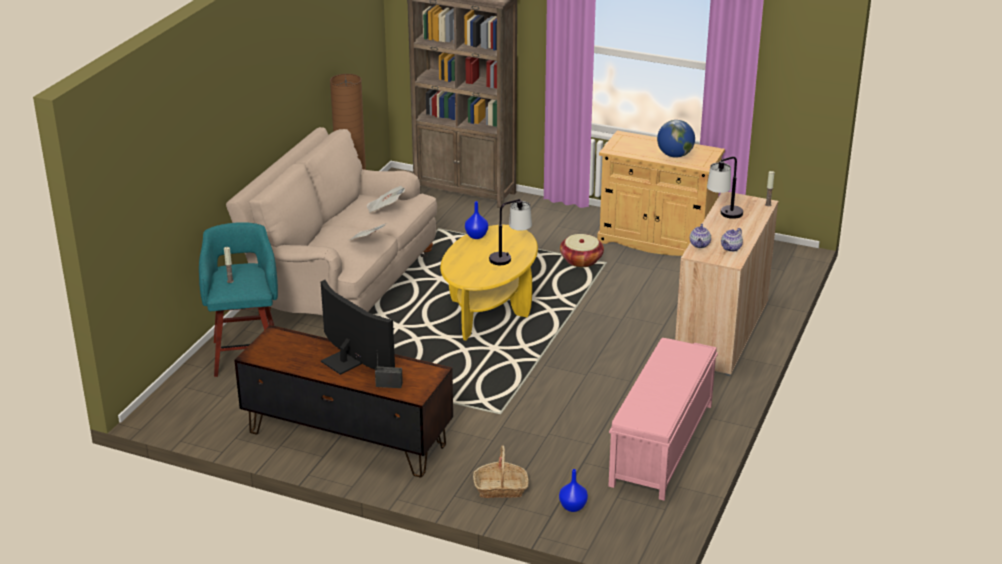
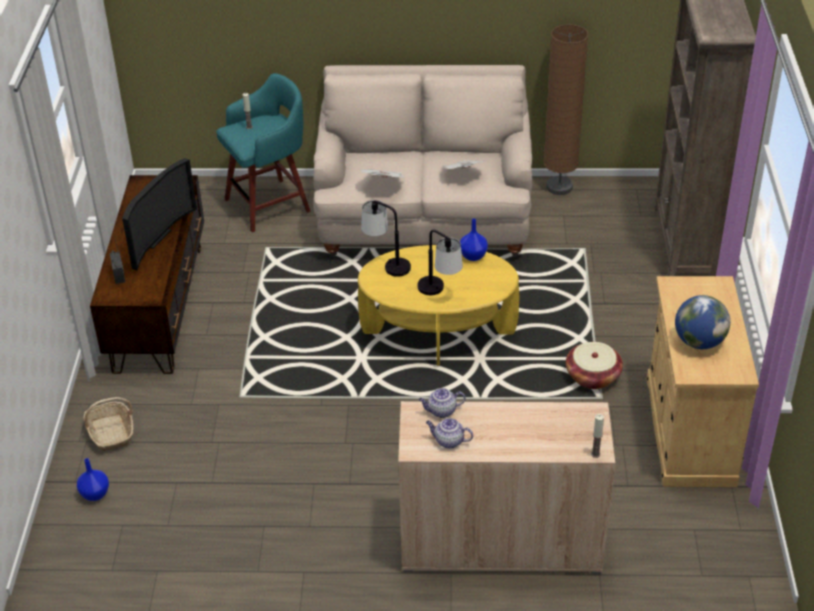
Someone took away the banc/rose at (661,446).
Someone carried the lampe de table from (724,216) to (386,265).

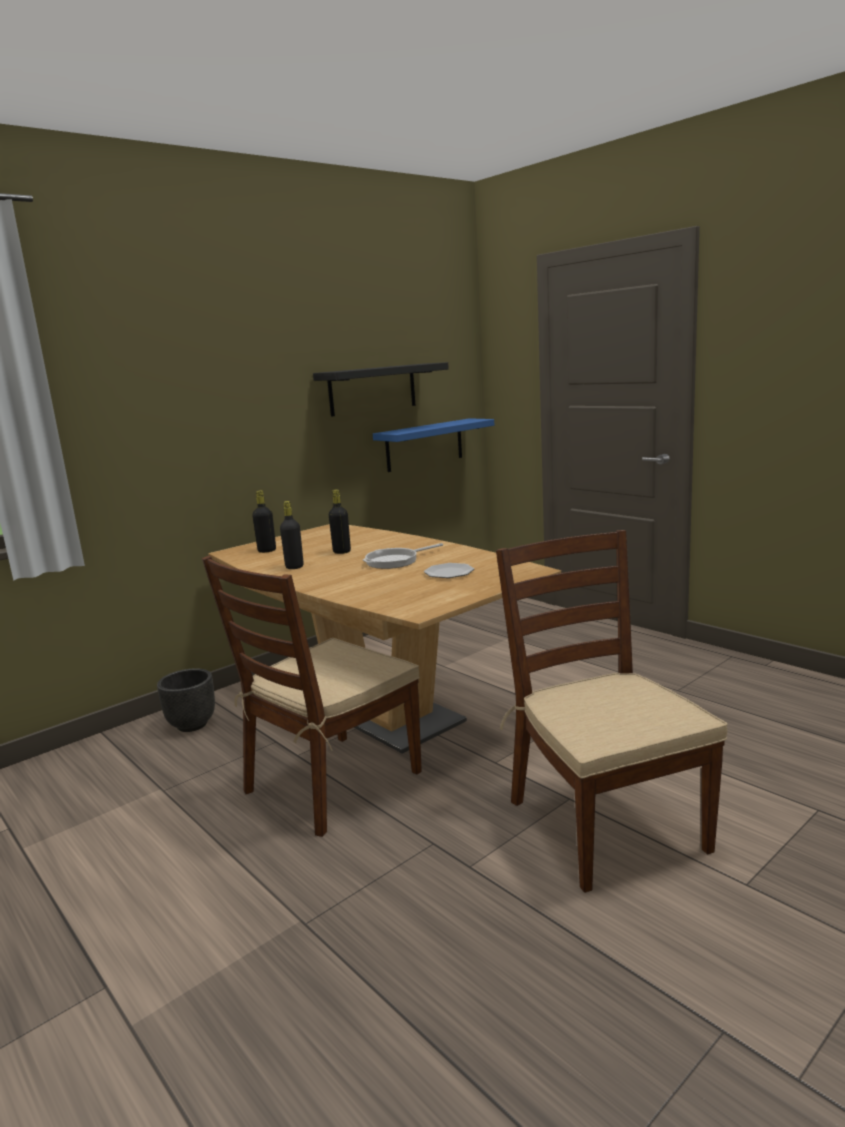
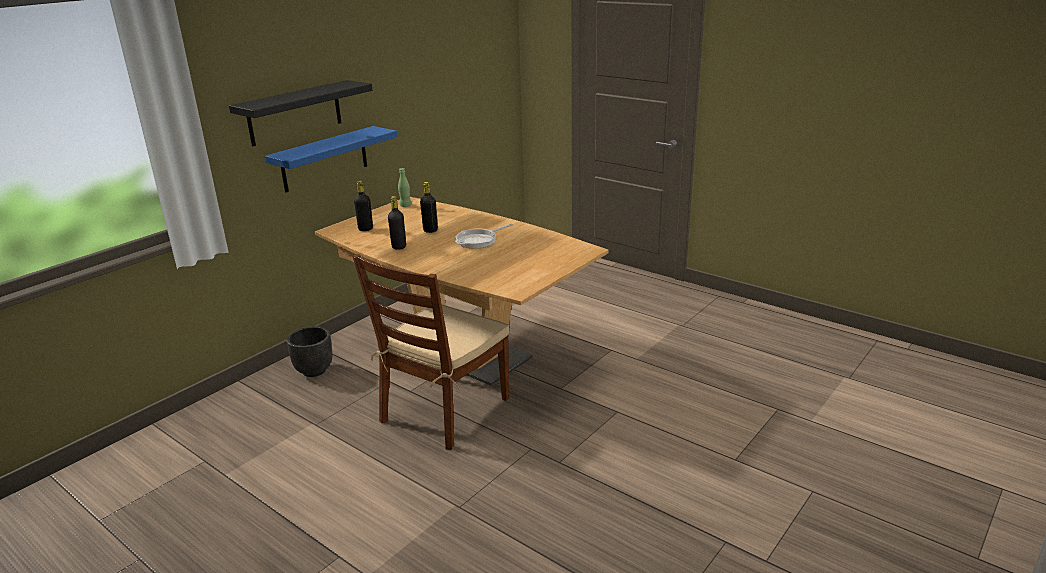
Someone carried the étagère/noir from (372,389) to (295,113).
Someone carried the étagère/bleu from (424,445) to (324,159).
Someone took away the assiette at (448,573).
Someone took away the chaise/marron at (604,824).
Someone put down the bouteille/vert at (405,205).

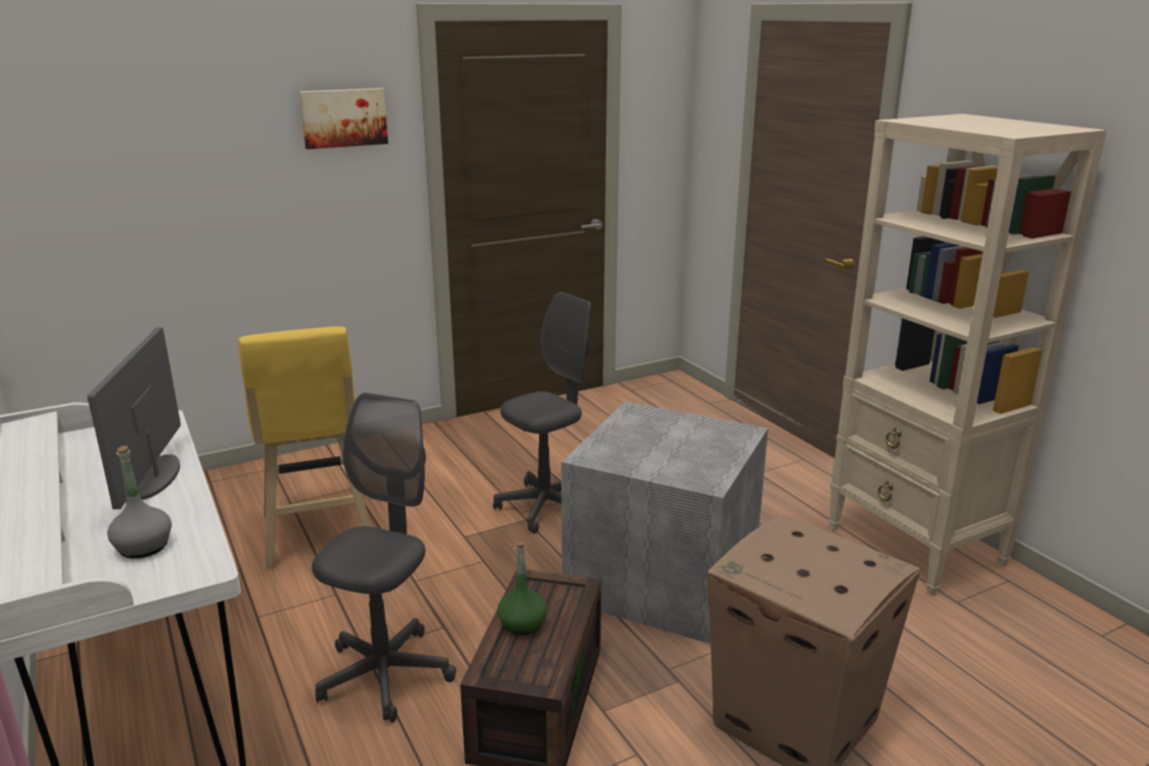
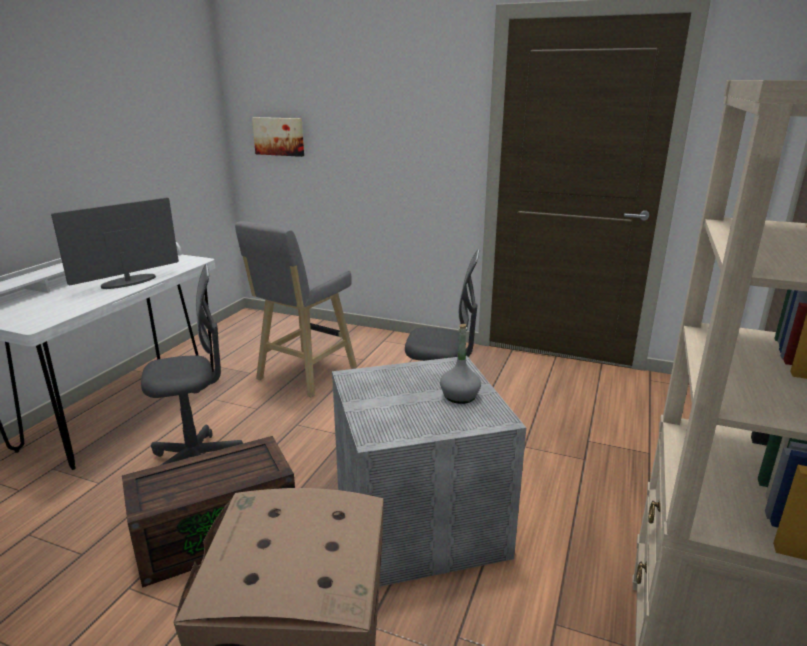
Someone carried the bouteille/gris from (143,547) to (459,396).
Someone repainted the tabouret/jaune at (318,536), which became the tabouret/gris at (304,375).
Someone carried the tableau from (343,117) to (279,136).
Someone took away the bouteille/vert at (522,624).

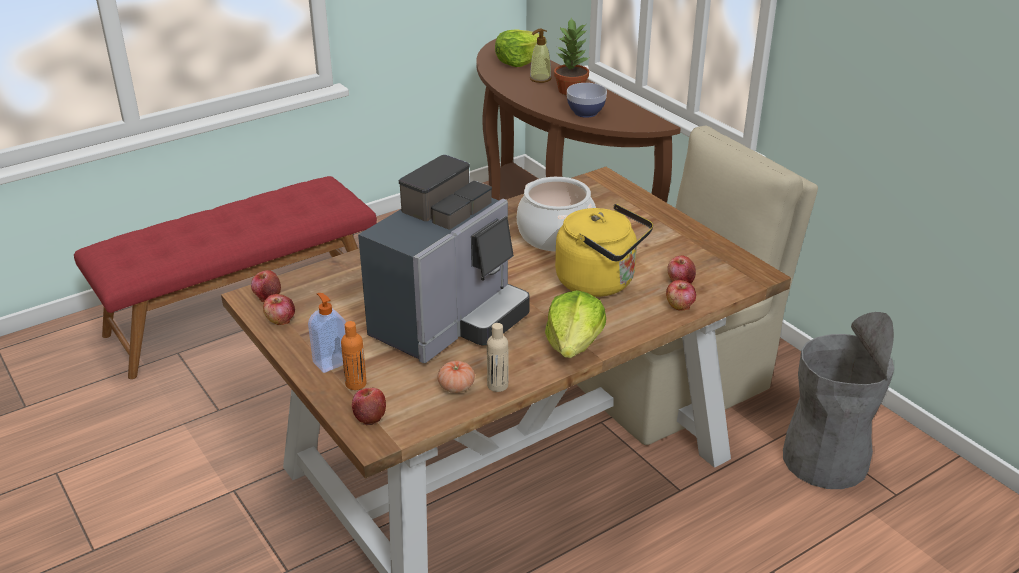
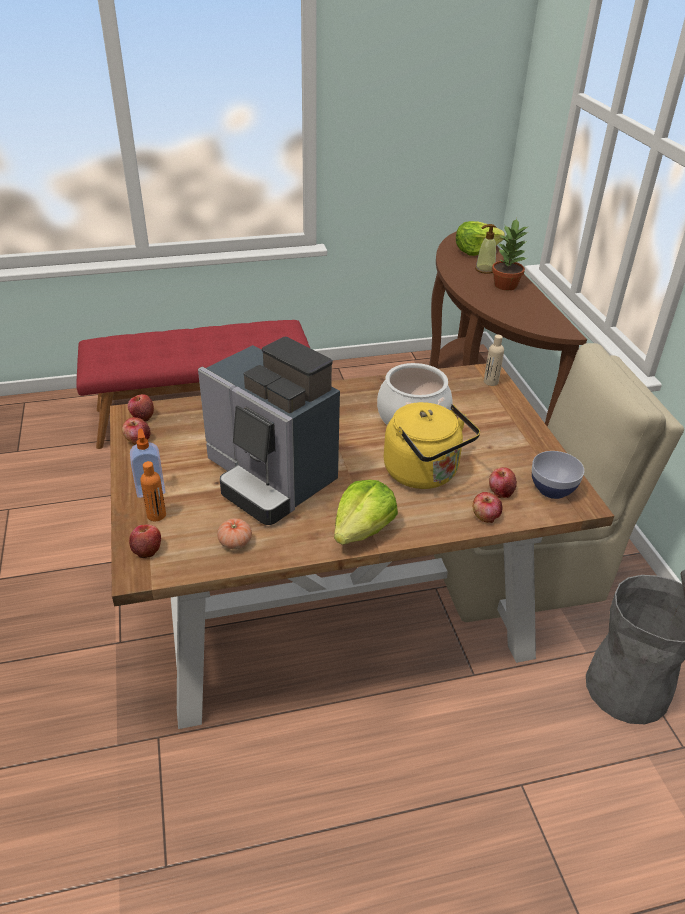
Someone rotated the machine à café at (450,322) by 75 degrees clockwise.
Someone carried the bouteille/beige from (497,385) to (491,382).
Someone carried the bol from (585,112) to (552,489).

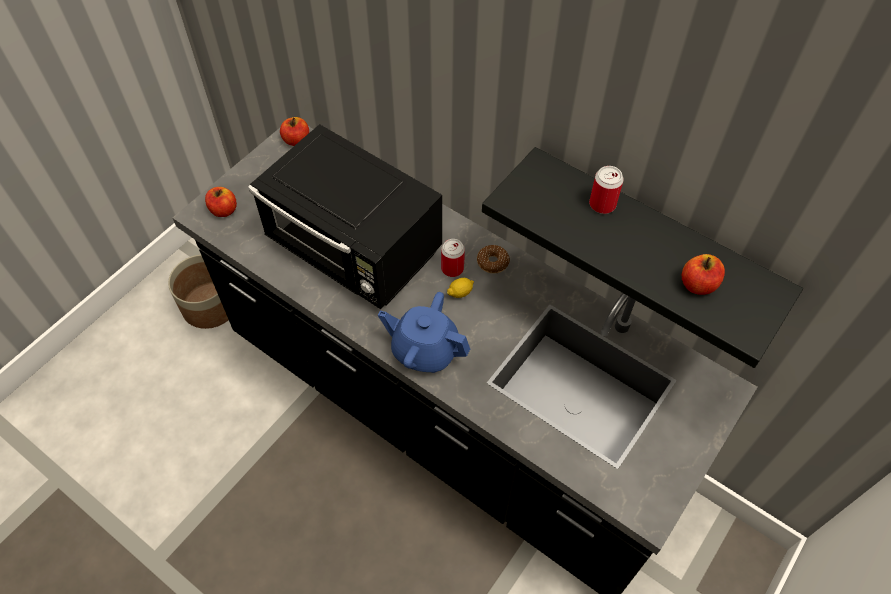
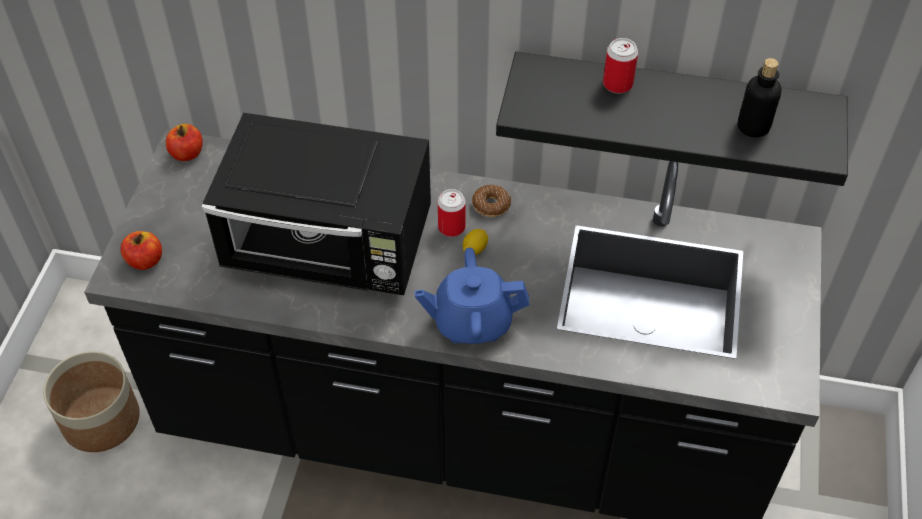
Someone swapped the pomme at (698,284) for the bouteille at (753,127).

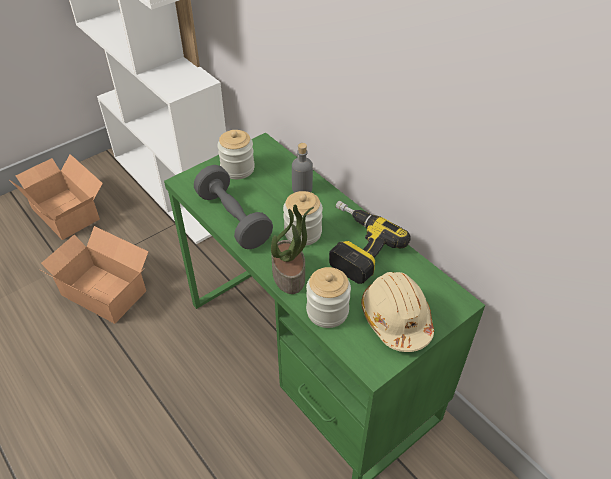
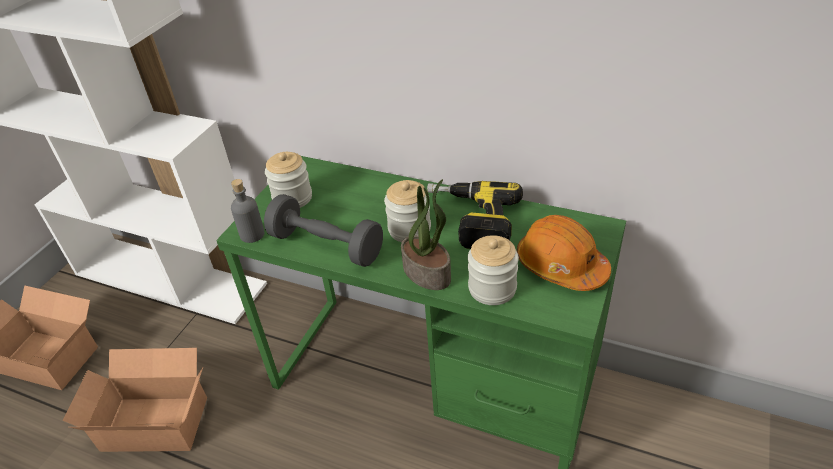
Someone carried the bouteille/gris from (302,189) to (252,234).
Someone repainted the casque de chantier/beige at (396,318), which became the casque de chantier/orange at (560,266).

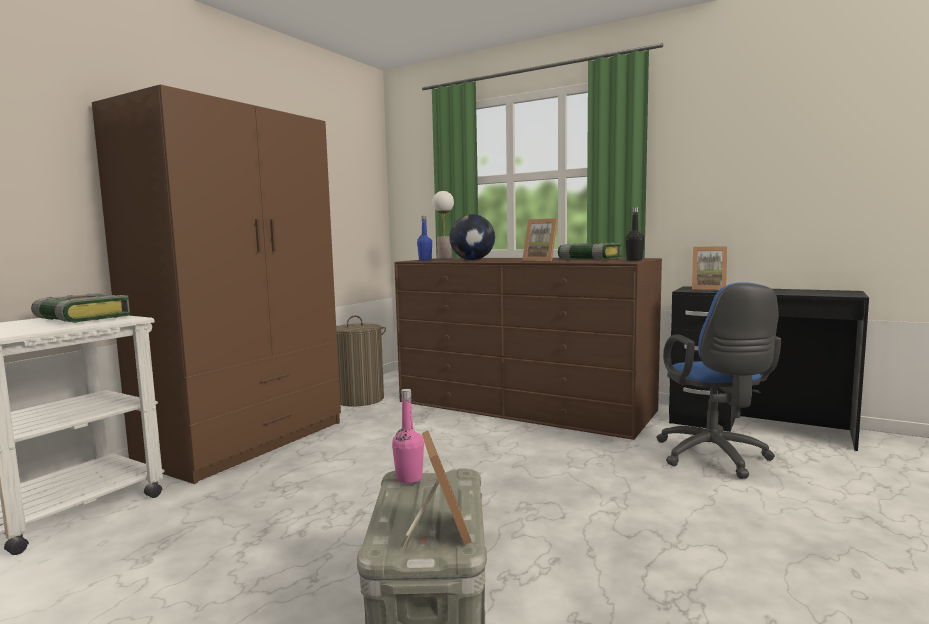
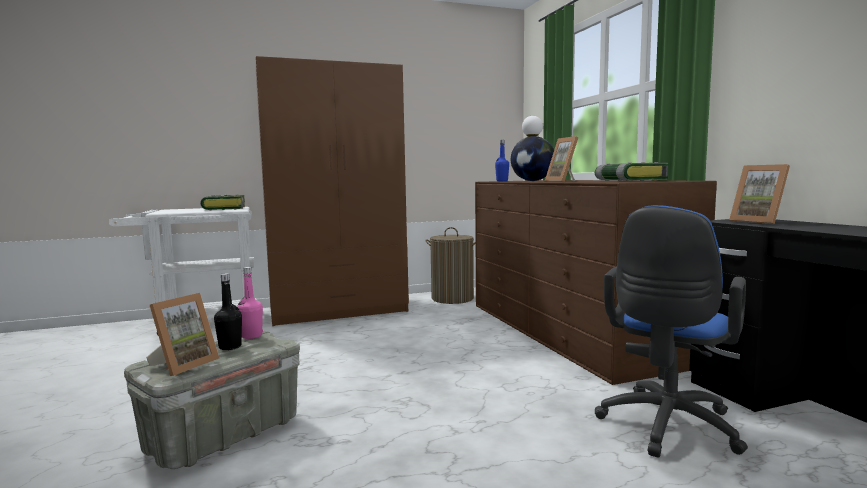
Someone carried the bouteille/noir from (634,260) to (230,347).

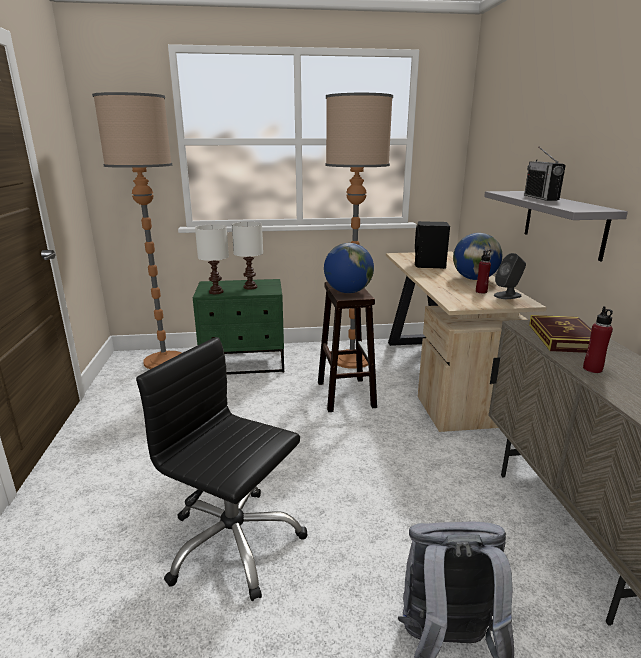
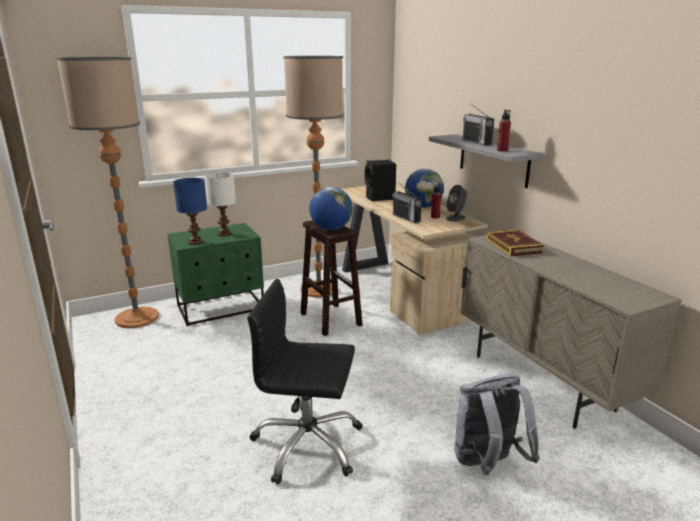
Someone repainted the lampe de table/blanc at (215,292), which became the lampe de table/bleu at (195,242).
Someone carried the bouteille/rouge from (592,369) to (502,150).
Someone put down the radio at (406,218).

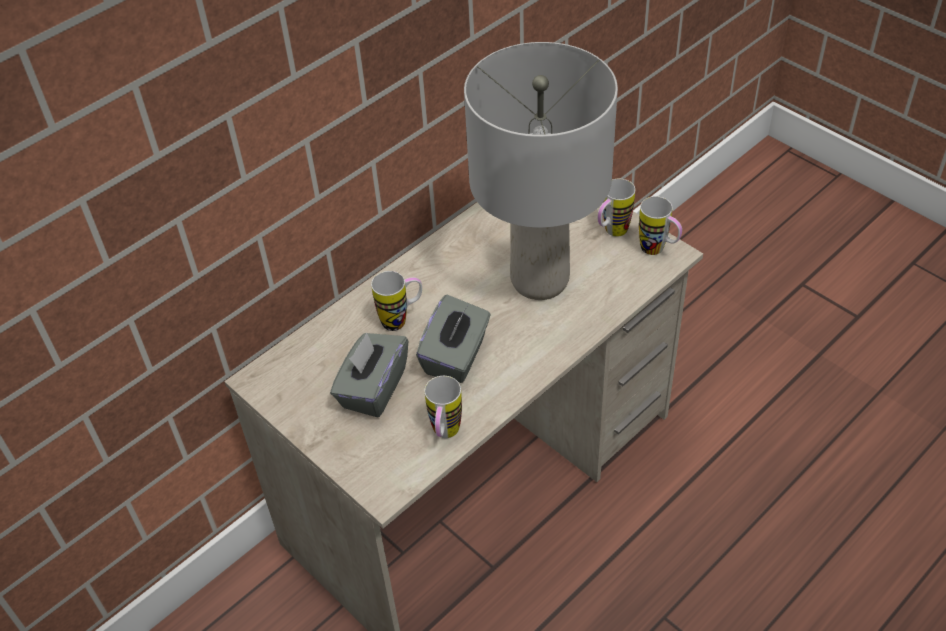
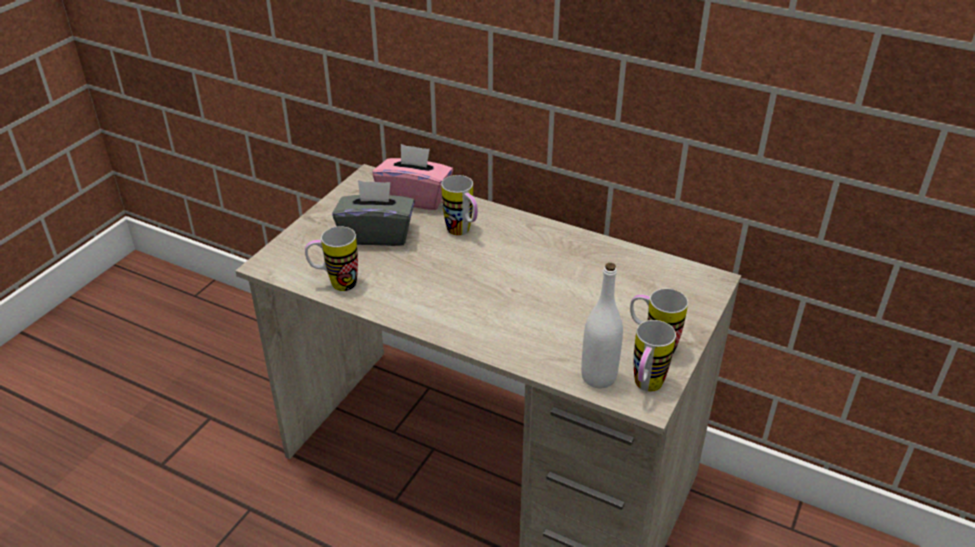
Someone took away the boîte à mouchoirs/gris at (456,356).
Someone took away the lampe de table/gris at (538,281).
Someone put down the boîte à mouchoirs/rose at (415,197).
Someone put down the bouteille/blanc at (598,377).

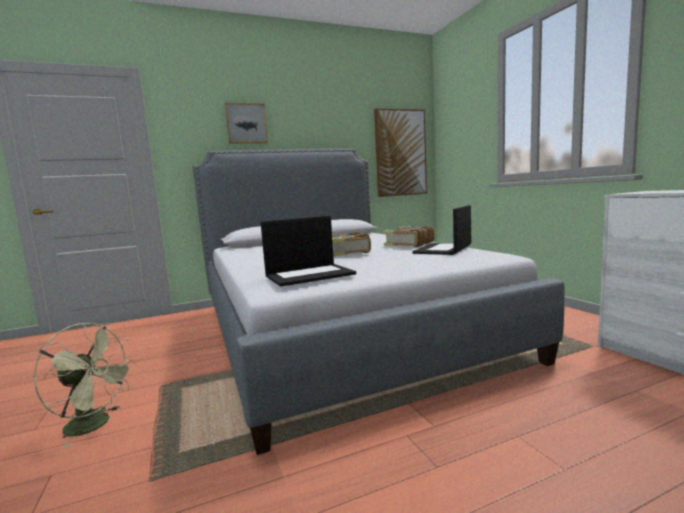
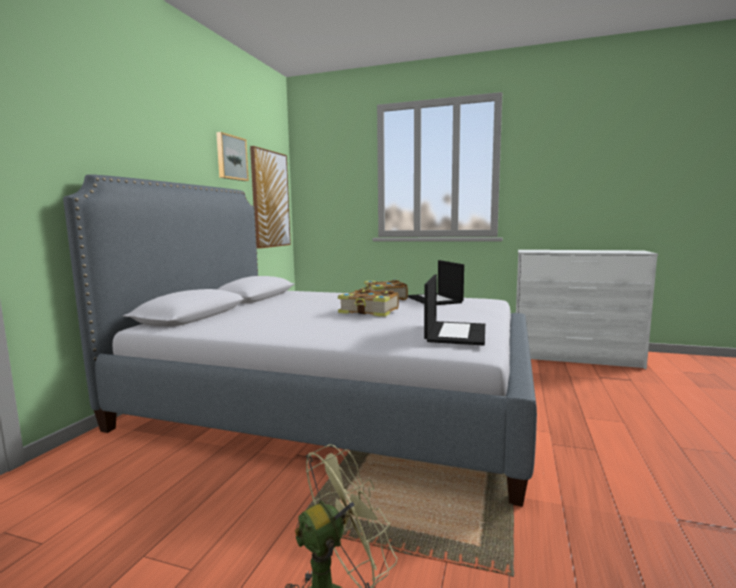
Someone carried the tableau from (246,123) to (231,158).

